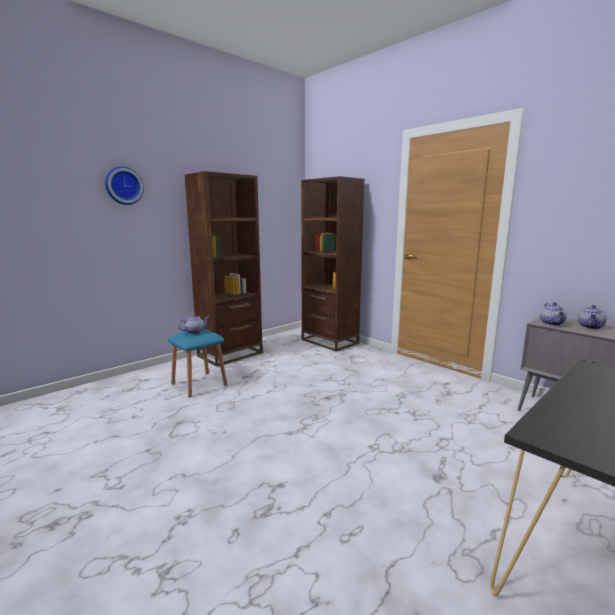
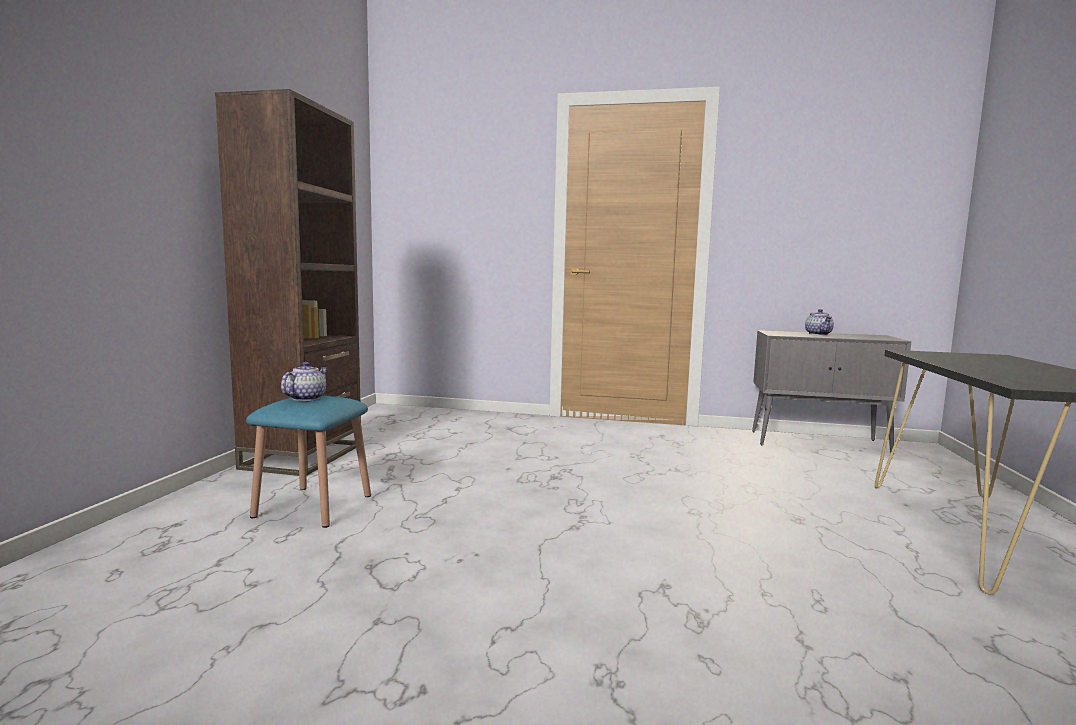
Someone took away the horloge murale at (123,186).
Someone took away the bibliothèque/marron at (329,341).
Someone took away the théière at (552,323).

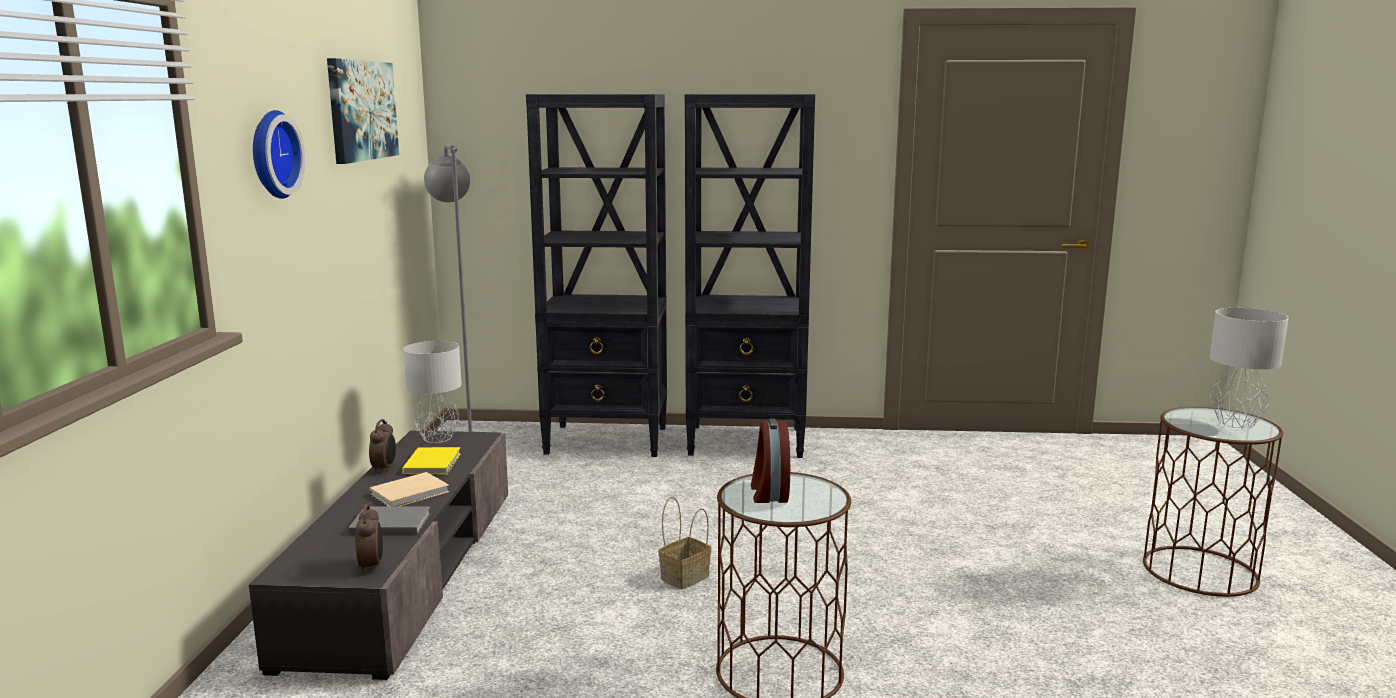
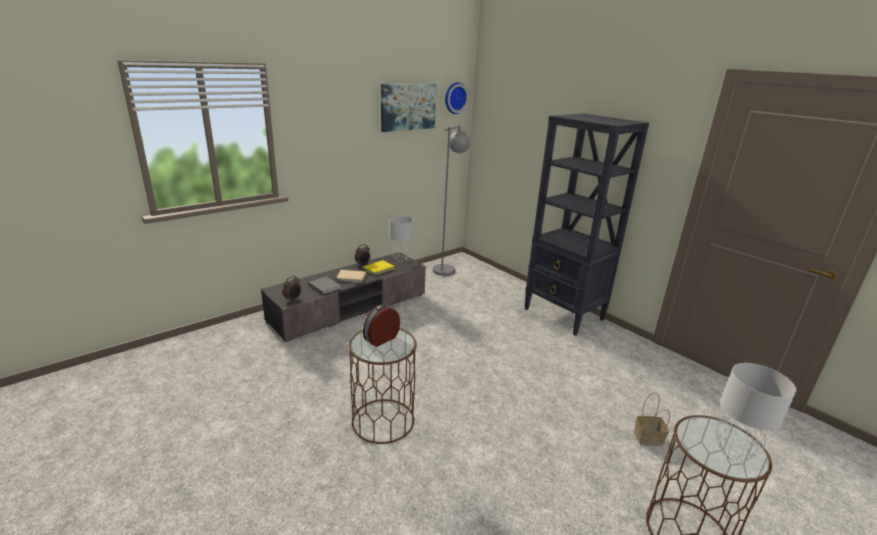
Someone carried the horloge murale from (271,154) to (454,98).
Someone took away the bibliothèque/noir at (608,441).
Someone carried the panier from (684,578) to (647,438).

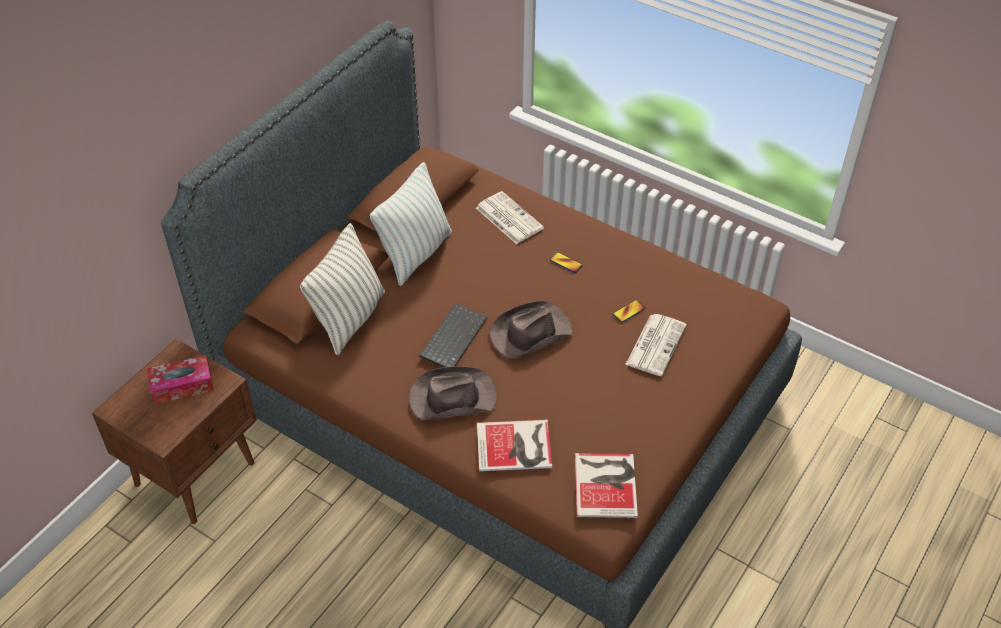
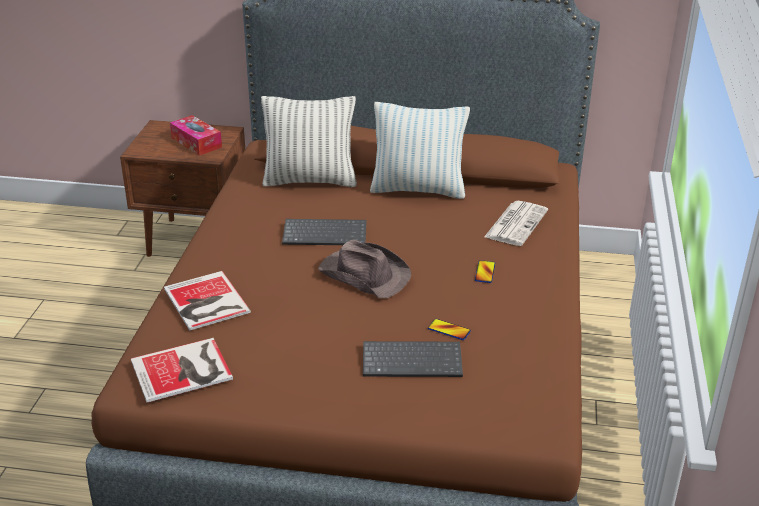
Someone took away the chapeau/marron at (451,398).
Someone swapped the journal at (655,344) for the clavier at (413,360).

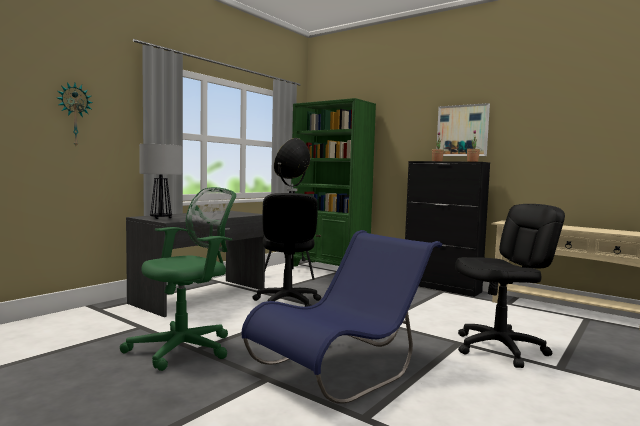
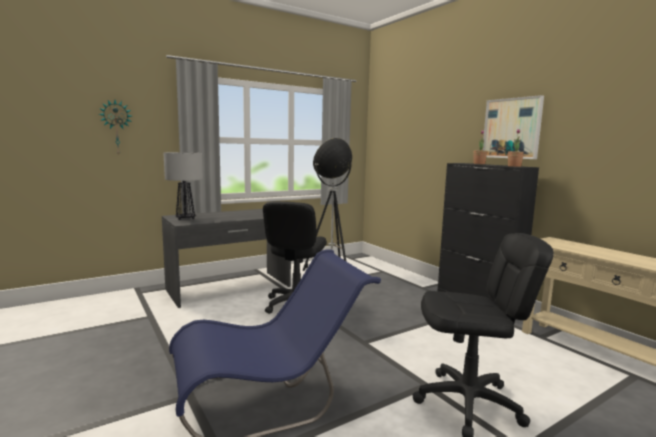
Someone took away the chaise de bureau/vert at (186,348).
Someone took away the bibliothèque/vert at (329,268).

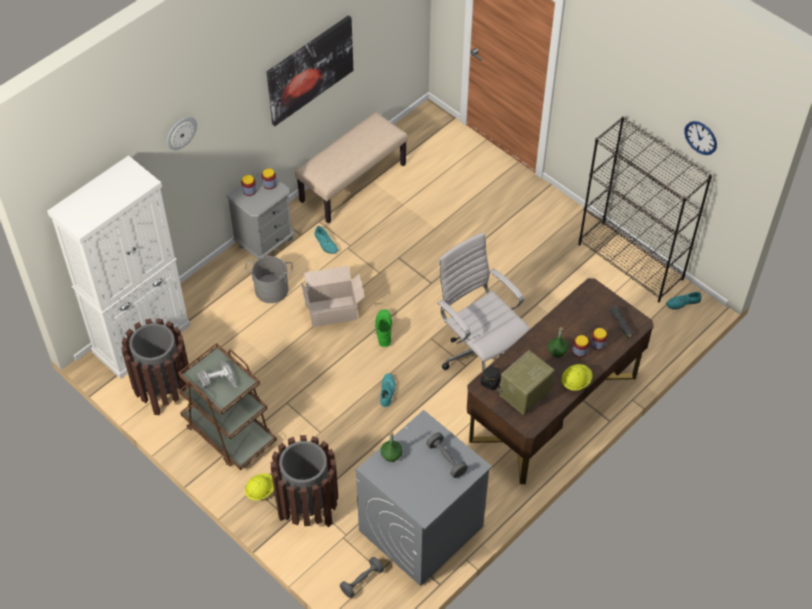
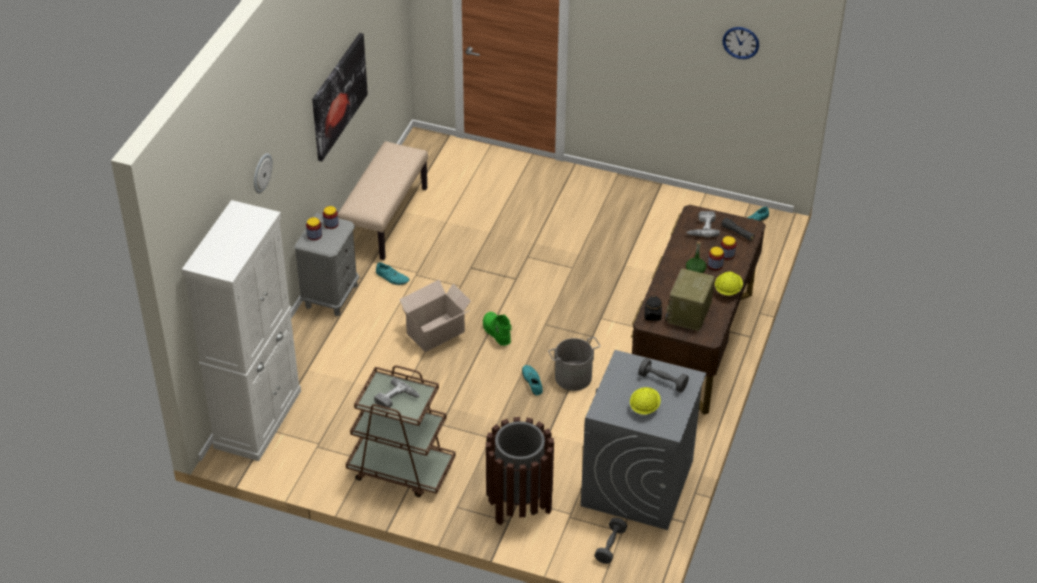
Someone took away the poubelle/marron at (164,390).
Someone carried the seau/gris from (271,289) to (573,376).
Someone carried the casque de chantier/jaune from (260,490) to (644,407).
Someone took away the bouteille/vert at (391,454).
Someone took away the chaise de bureau/blanc at (479,354).
Someone took away the bibliothèque/noir at (631,262).
Someone put down the perceuse at (701,228).

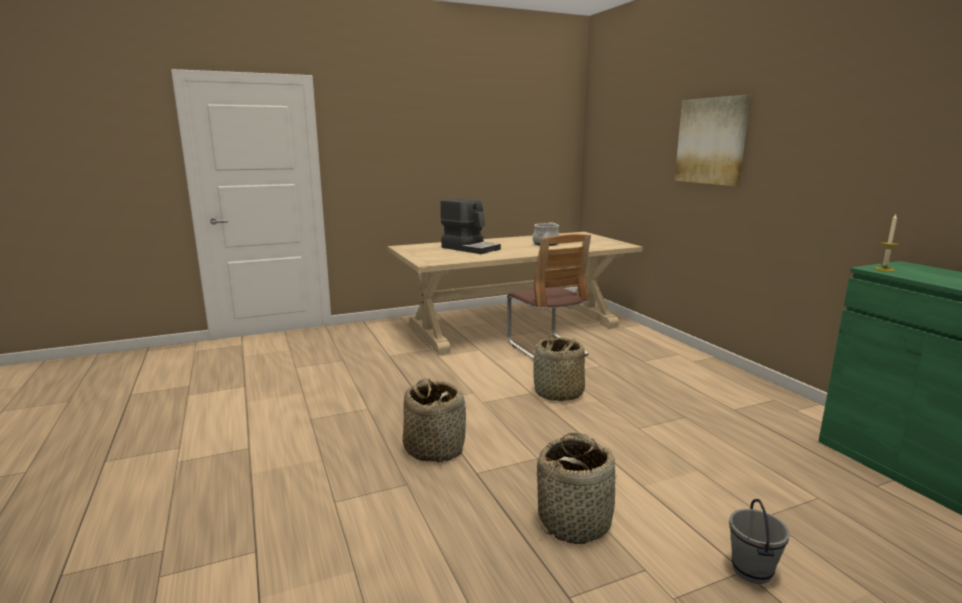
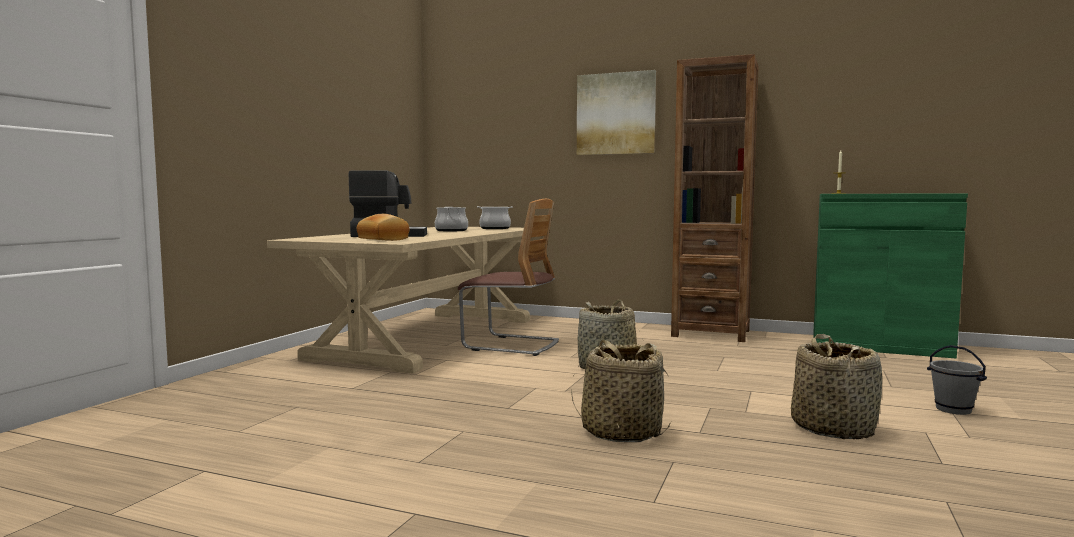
Someone put down the pain at (382,239).
Someone put down the marmite at (495,228).
Someone put down the bibliothèque/marron at (711,333).

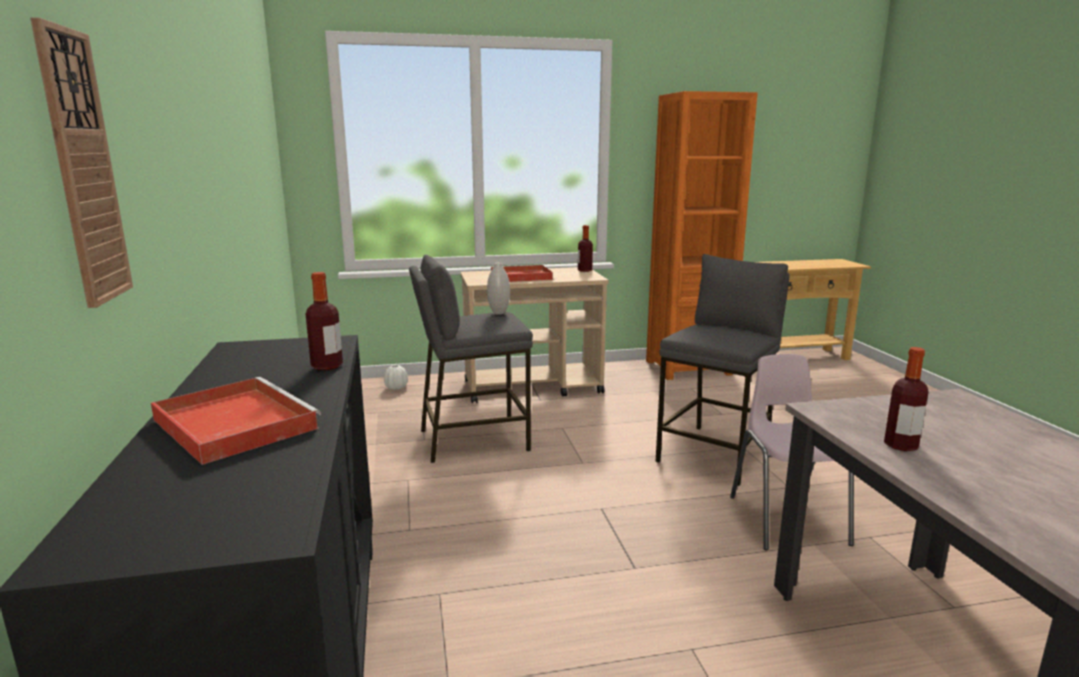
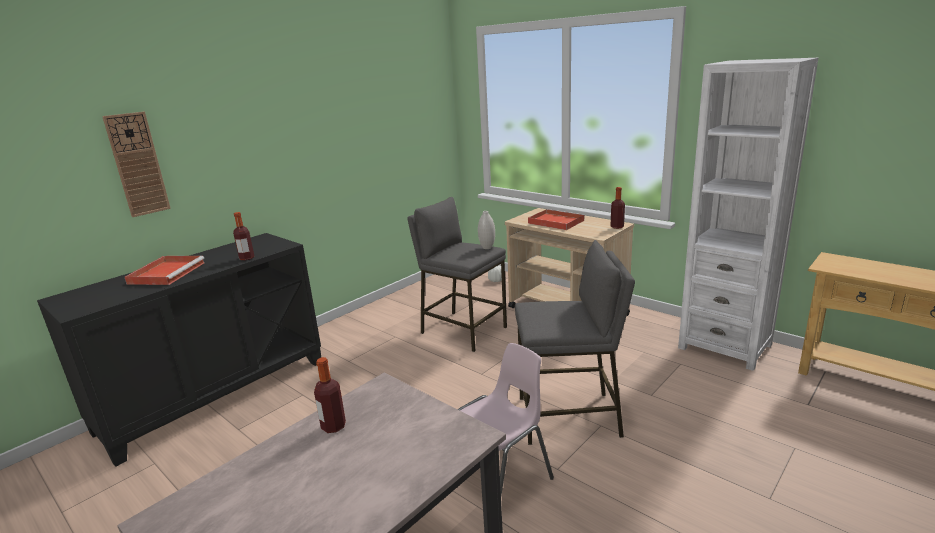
Someone repainted the bibliothèque/orange at (688,368), which became the bibliothèque/blanc at (725,346).

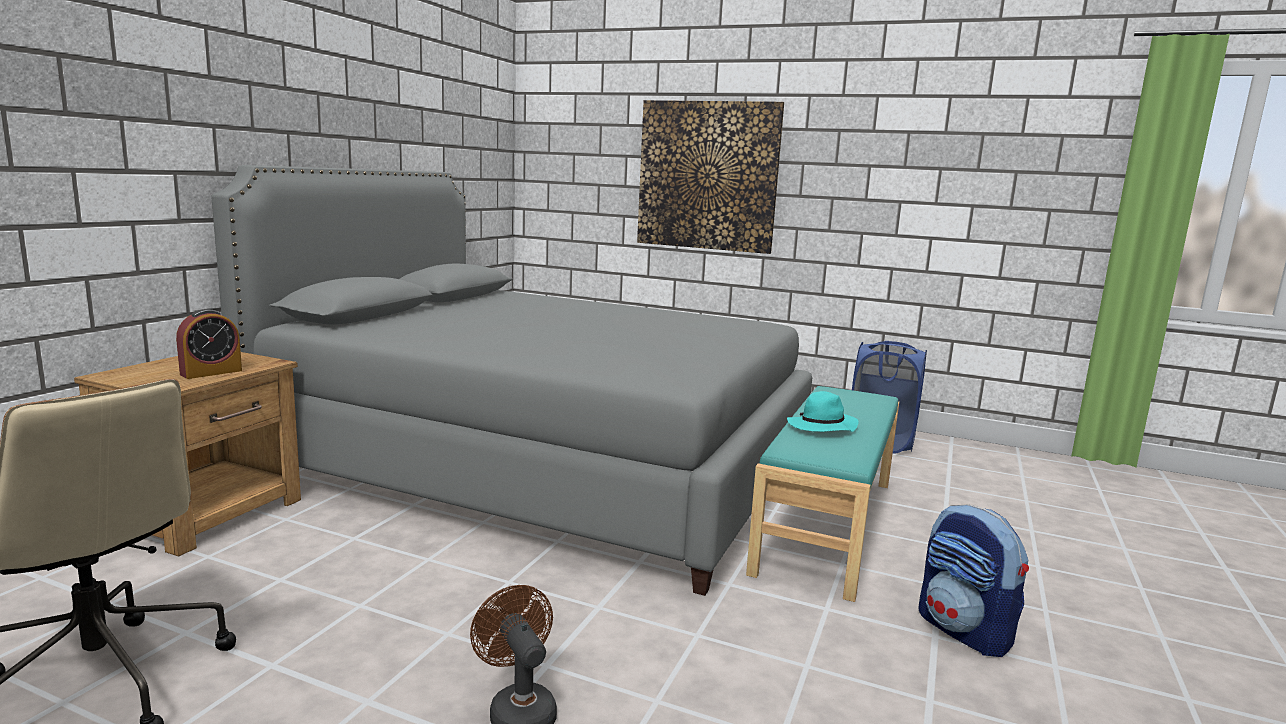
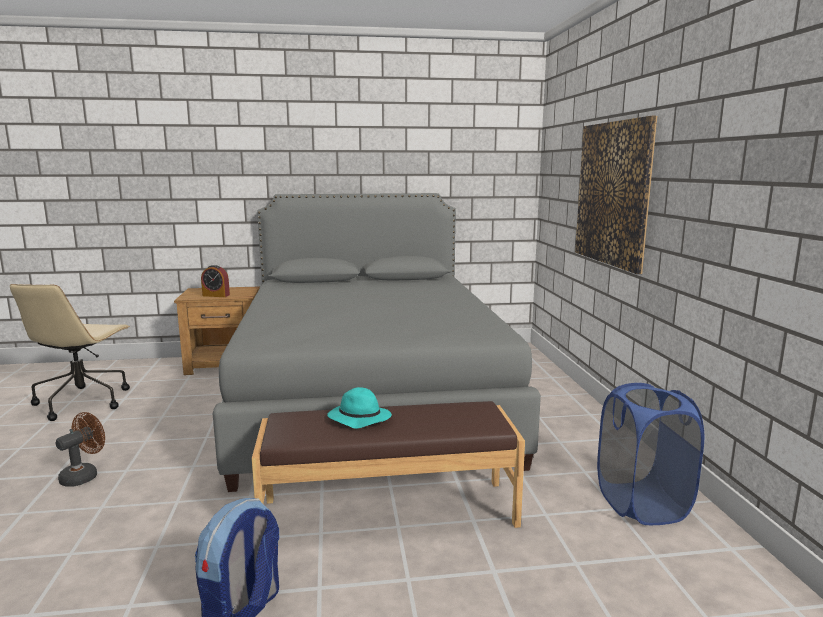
Someone repainted the banc/turquoise at (825,524), which became the banc/marron at (388,511).

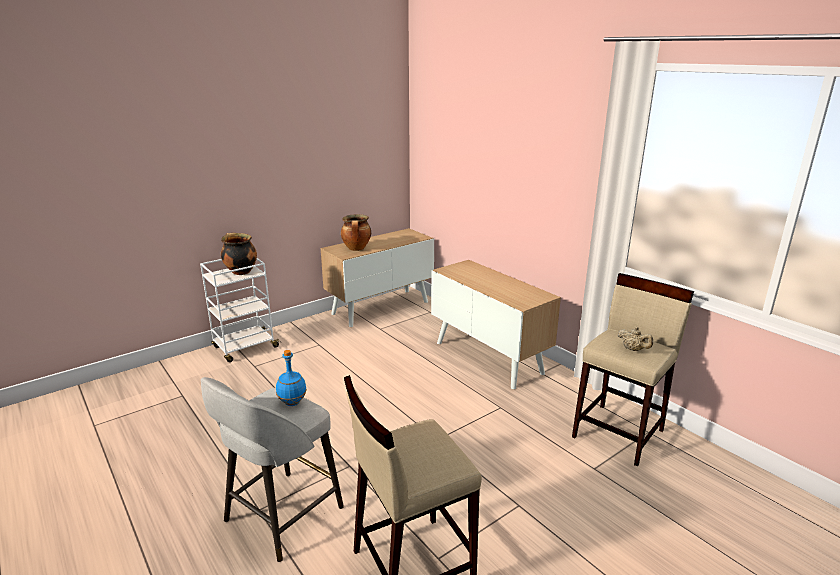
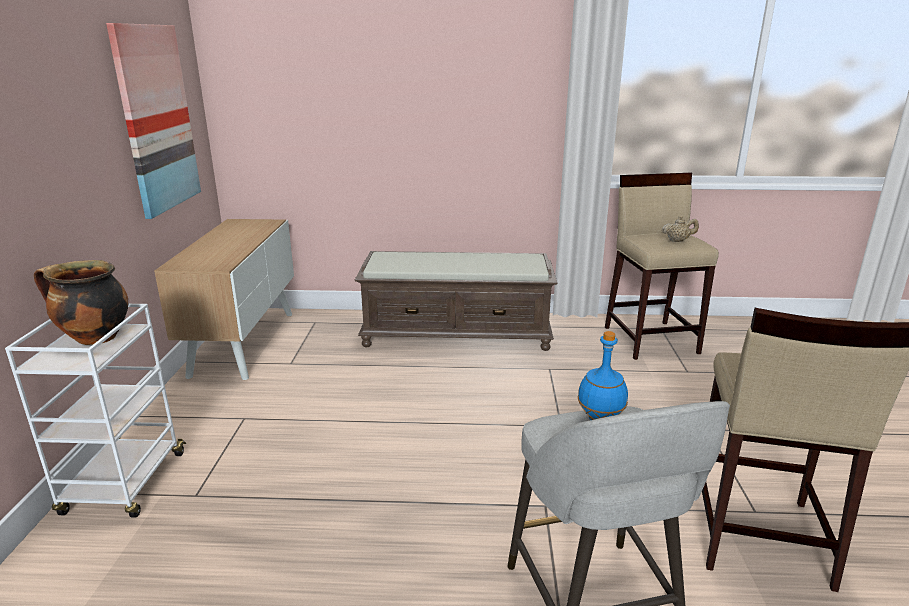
Someone took away the marmite at (357,249).
Someone swapped the meuble de rangement at (489,357) for the banc/marron at (457,335).
Someone put up the tableau at (156,119).

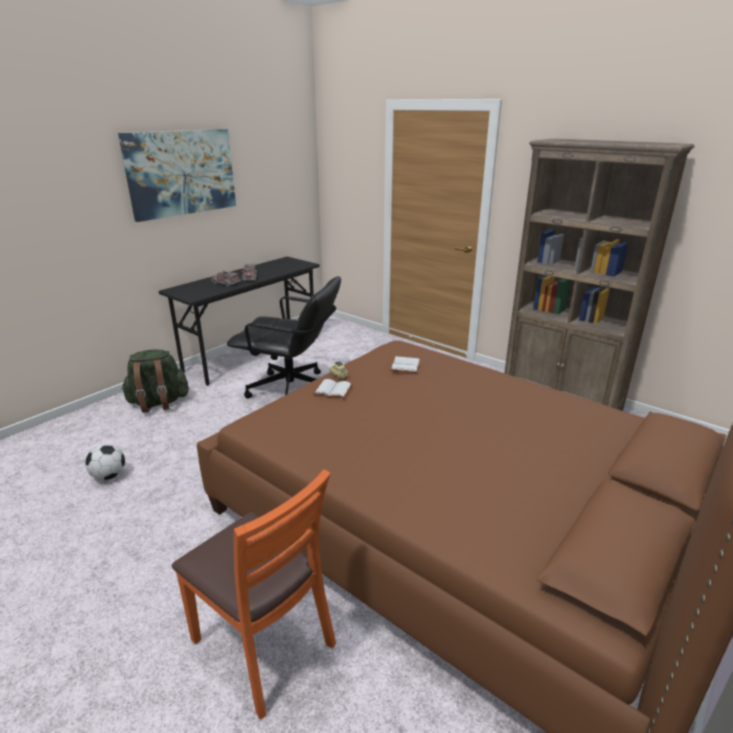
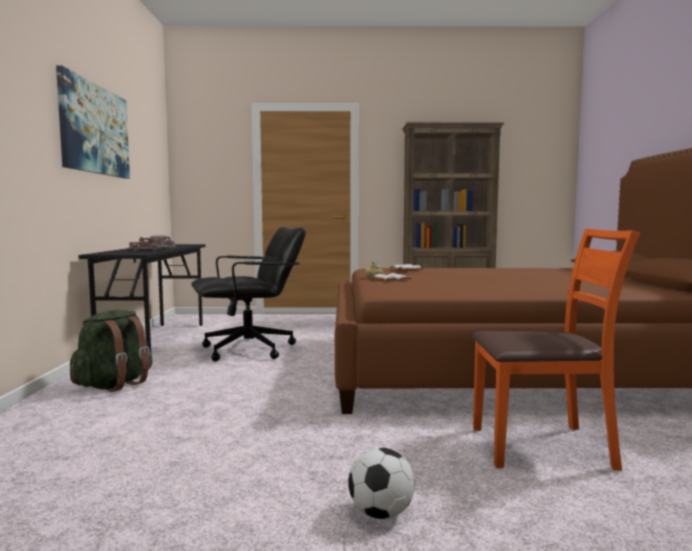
Someone carried the ballon de foot from (109,476) to (381,513).

